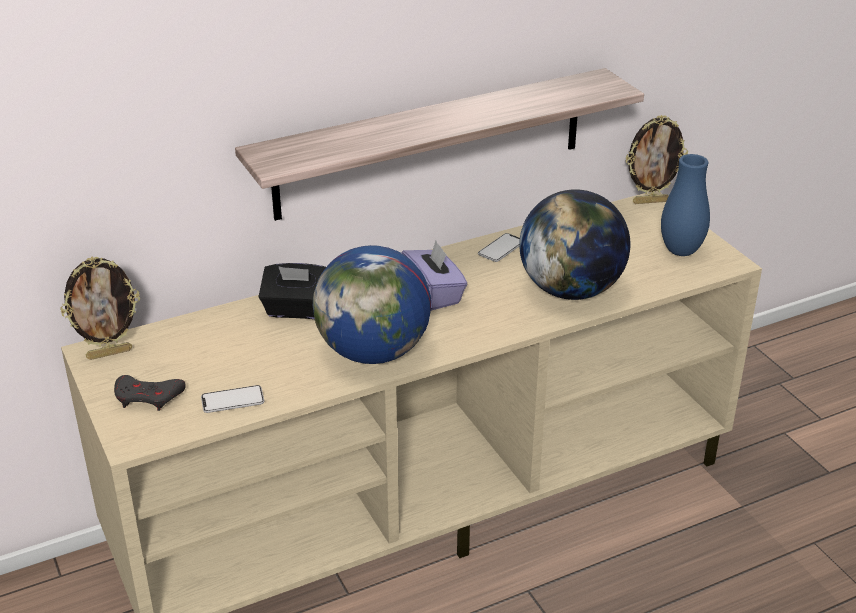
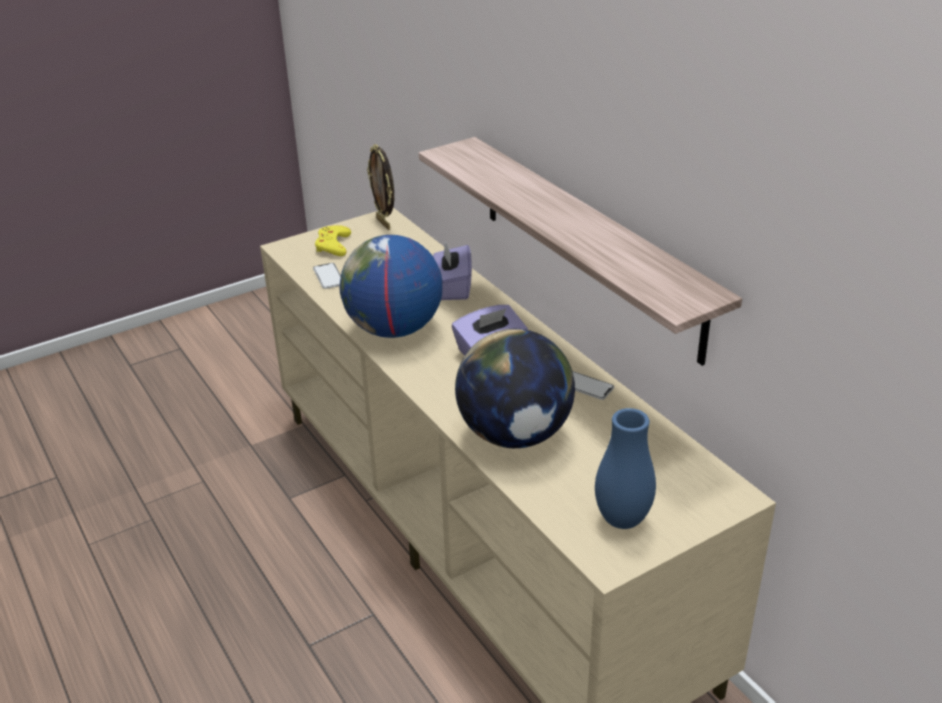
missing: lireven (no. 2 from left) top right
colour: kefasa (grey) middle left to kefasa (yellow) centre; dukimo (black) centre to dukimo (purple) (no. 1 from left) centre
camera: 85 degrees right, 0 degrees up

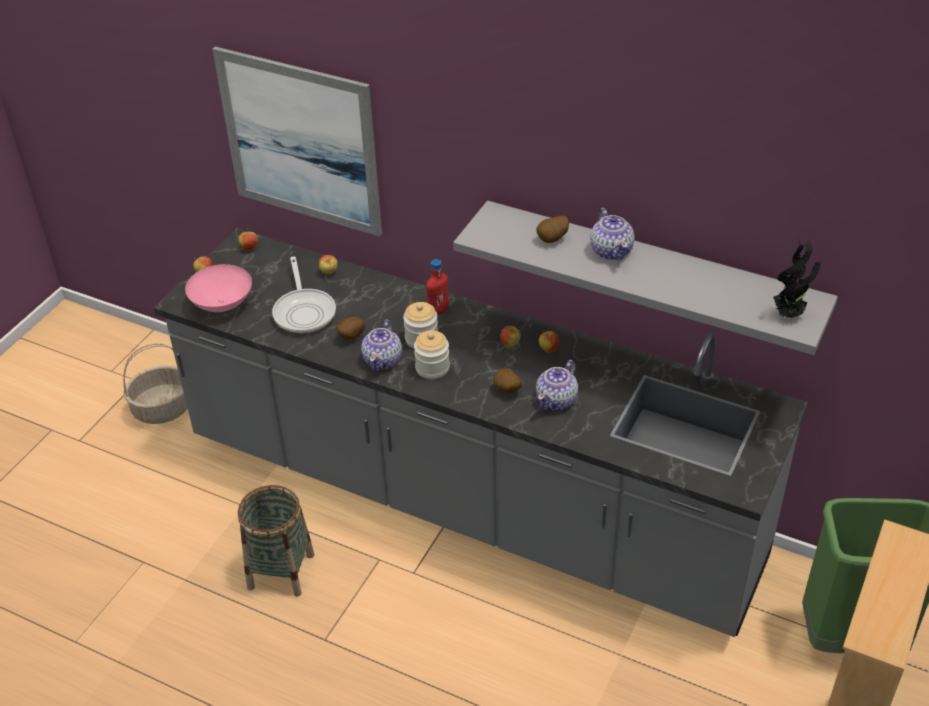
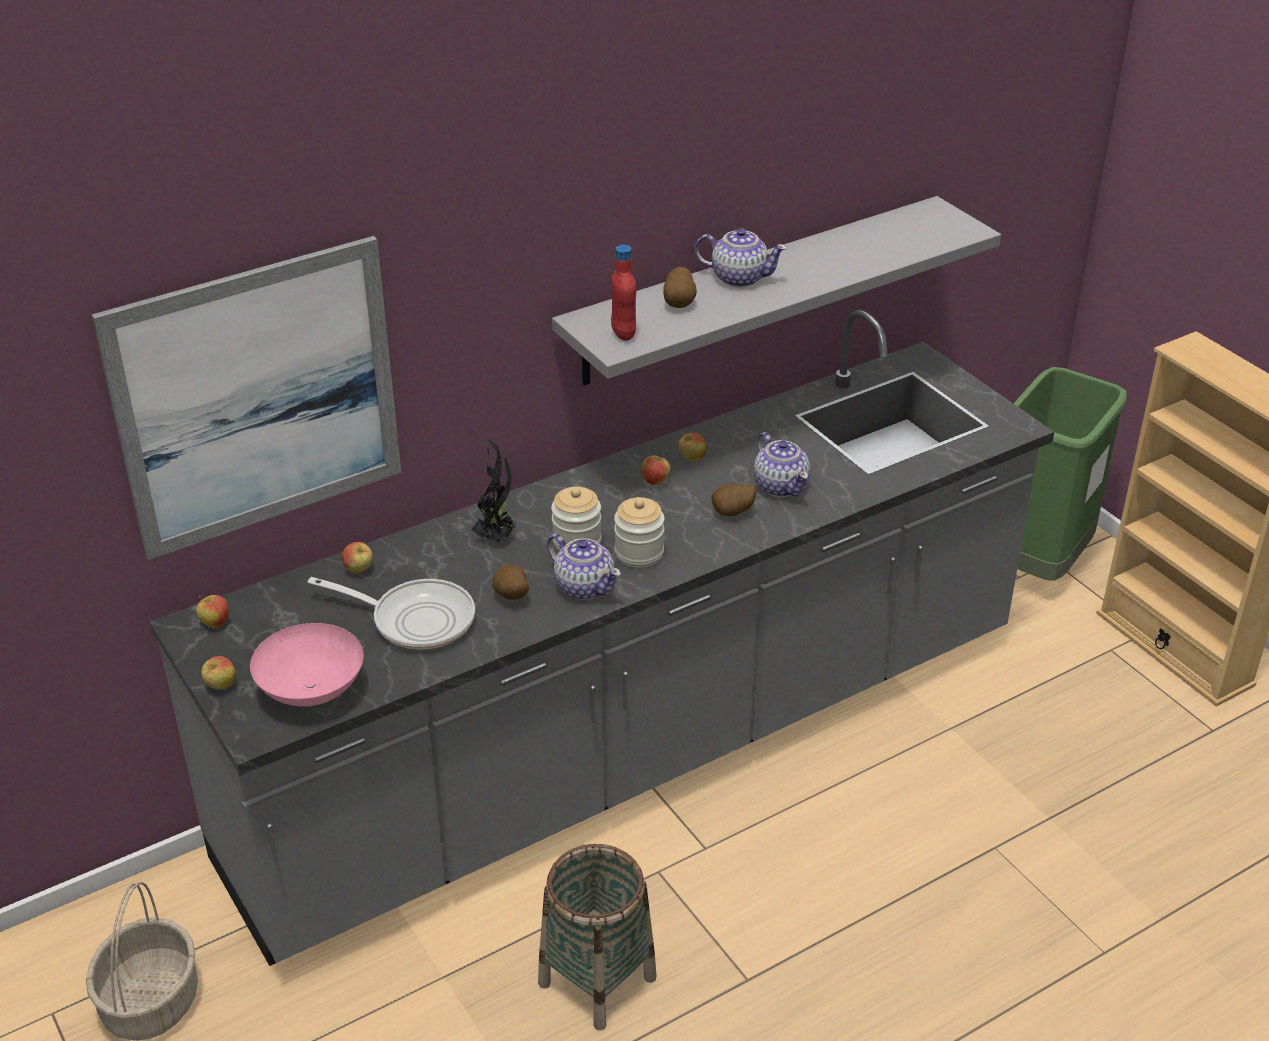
relocated: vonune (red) centre to top centre; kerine middle right to centre
camera: 60 degrees left, 5 degrees down

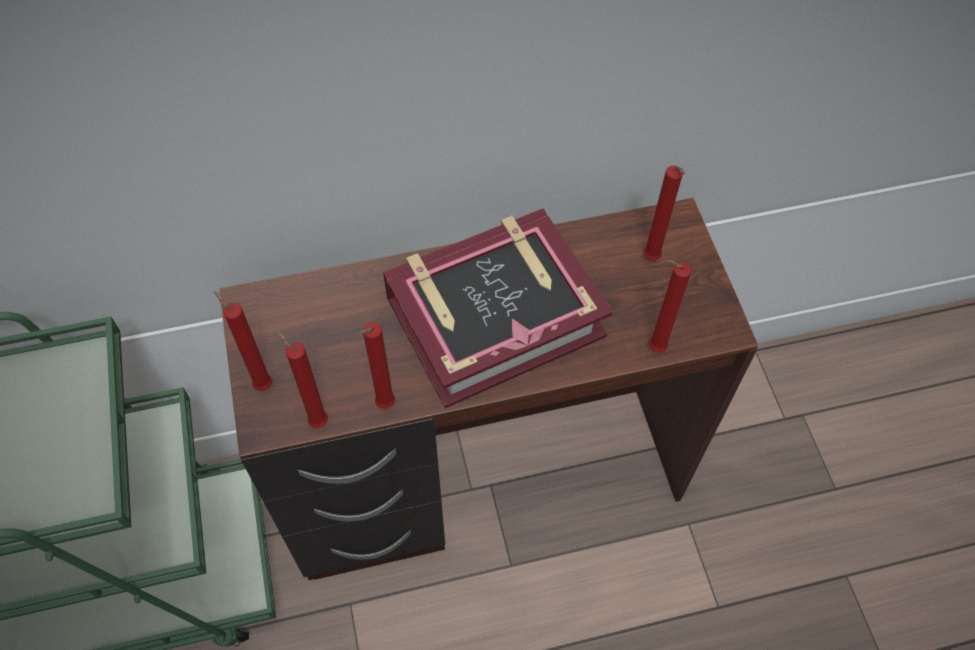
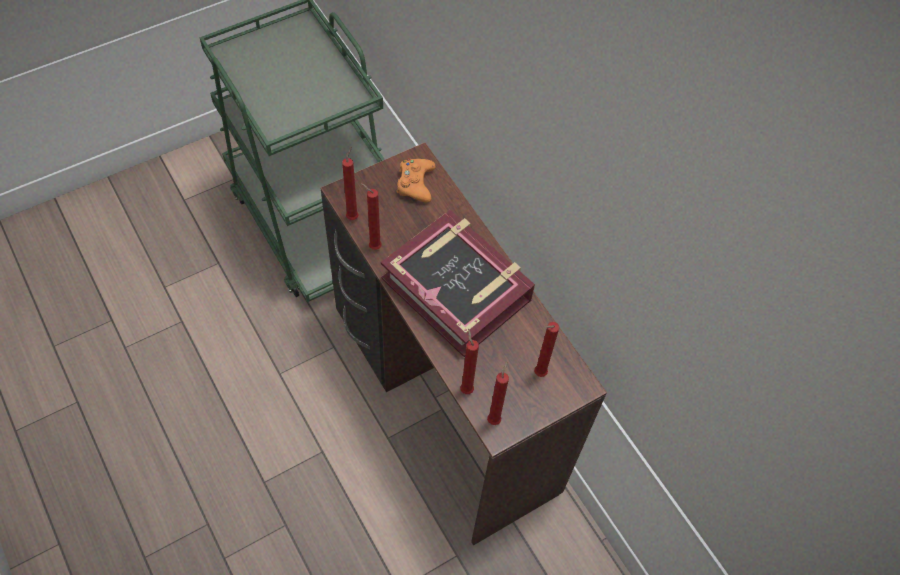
appeared: kefasa (orange) top centre
relocated: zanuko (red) (no. 1 from left in the first image) middle left to zanuko (red) (no. 4 from left) bottom centre
camera: 70 degrees right, 0 degrees up

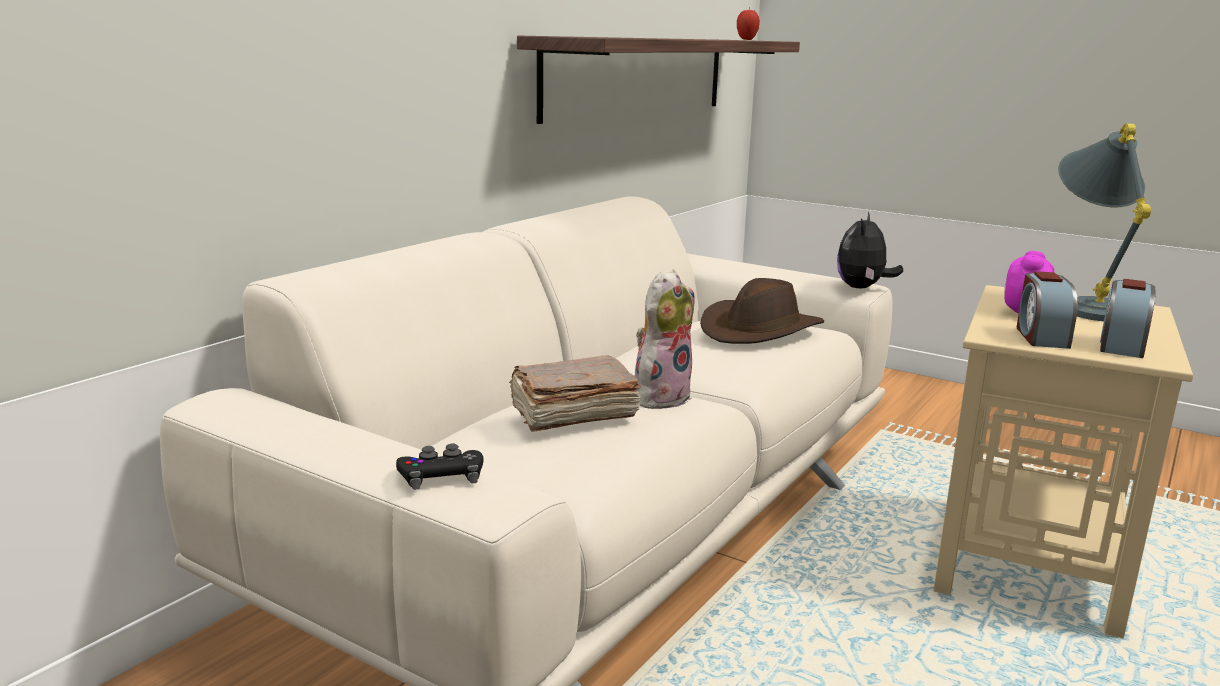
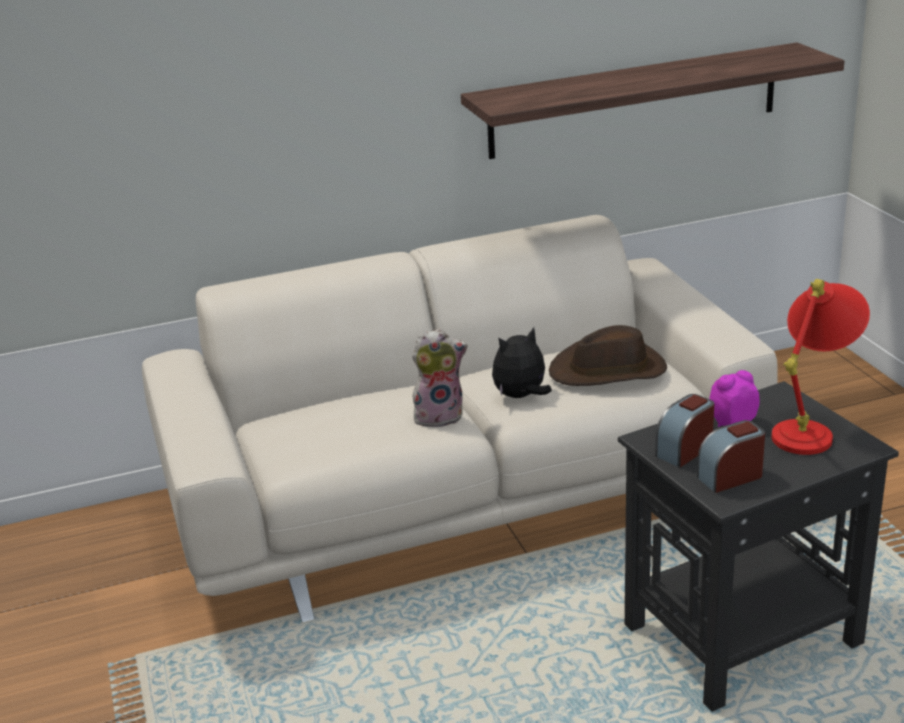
missing: kefasa (black) bottom centre; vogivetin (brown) centre; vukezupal top centre
relocated: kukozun (no. 2 from left) middle right to centre
colour: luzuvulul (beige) bottom right to luzuvulul (black) bottom right; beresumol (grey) top right to beresumol (red) middle right
camera: 40 degrees right, 10 degrees up

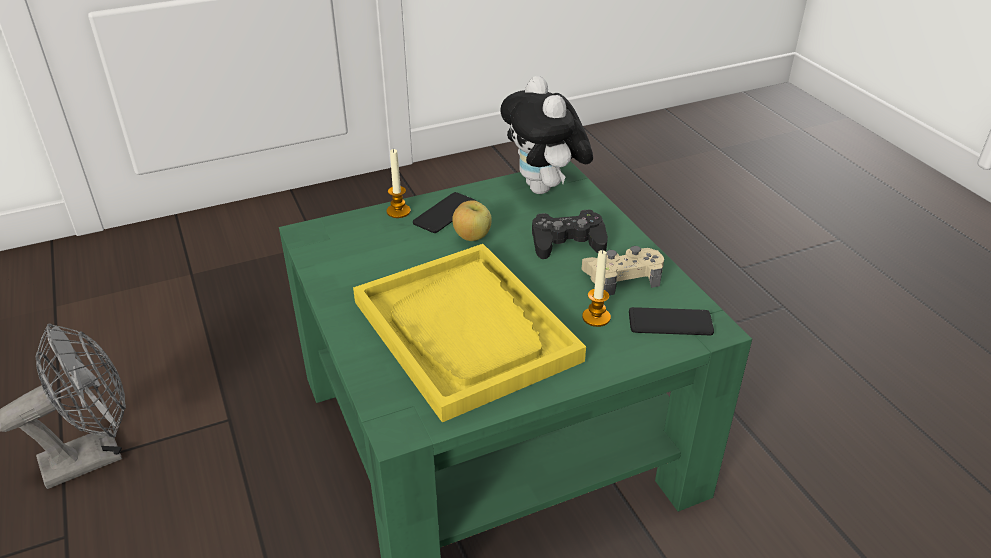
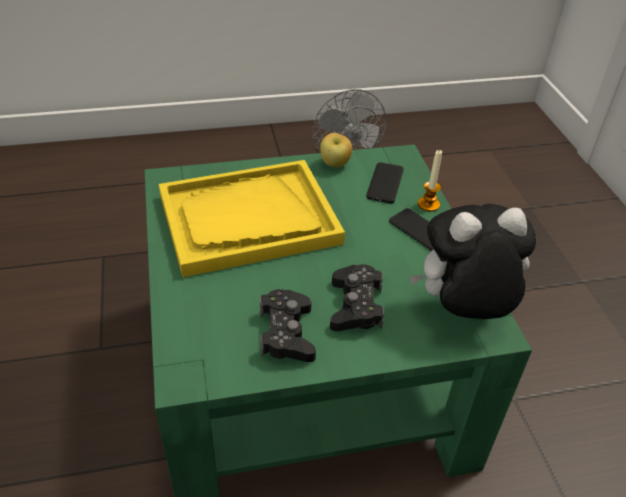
missing: zanuko (no. 2 from left) centre
relocated: vukezupal centre to top centre; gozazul (no. 2 from left in the first image) middle right to gozazul (no. 1 from left) centre
colour: kefasa (beige) centre to kefasa (black) (no. 1 from left) centre
camera: 100 degrees right, 5 degrees up

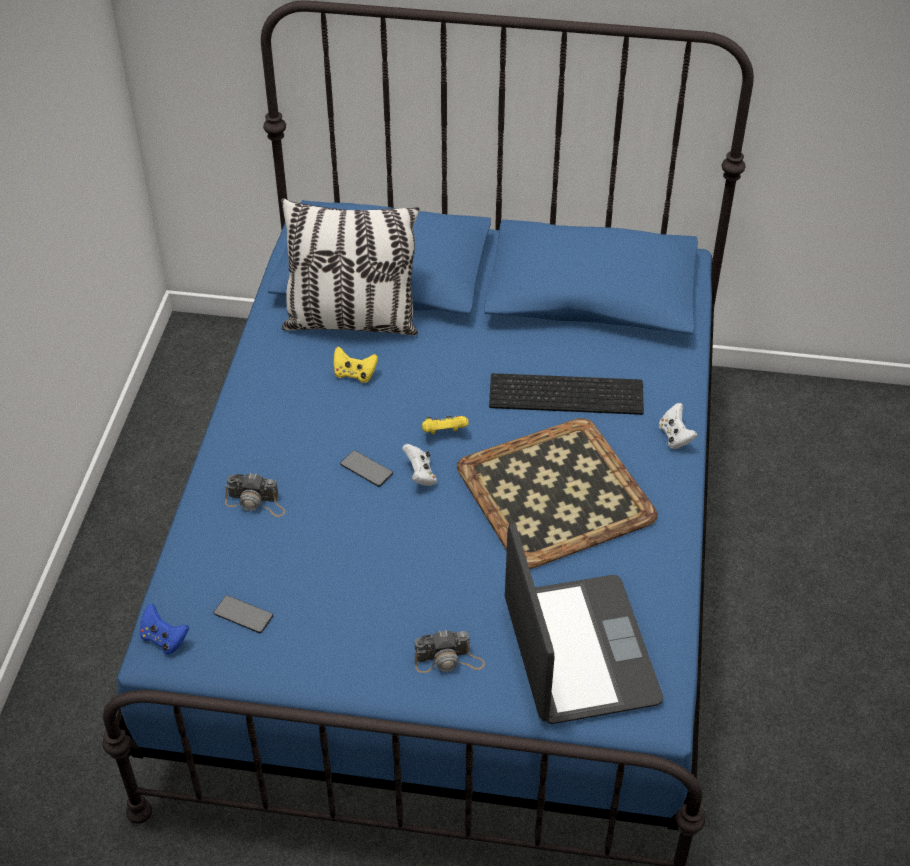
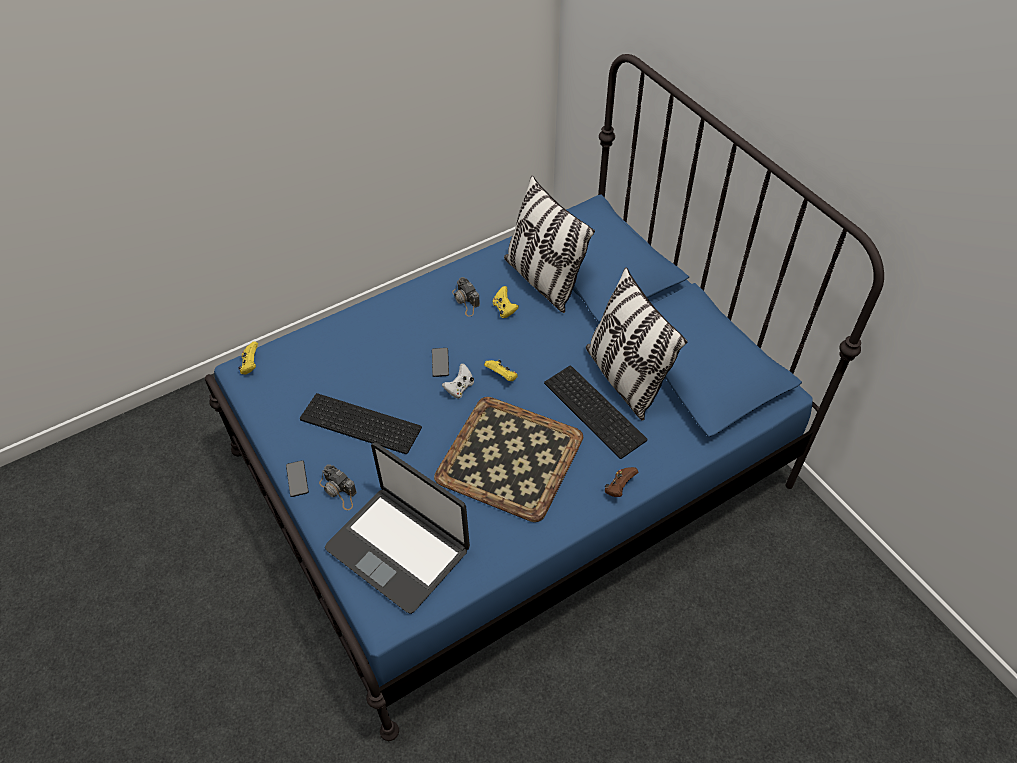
appeared: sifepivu (no. 1 from left) centre; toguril (no. 2 from left) centre
relocated: gozazul (no. 1 from left) bottom left to middle left; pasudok (no. 1 from left in the first image) middle left to pasudok (no. 2 from left) centre
colour: kefasa (blue) bottom left to kefasa (yellow) (no. 1 from left) middle left; kefasa (white) (no. 2 from left) middle right to kefasa (brown) centre
spun: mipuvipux bottom centre = bottom centre 90 degrees clockwise
camera: 50 degrees right, 5 degrees up

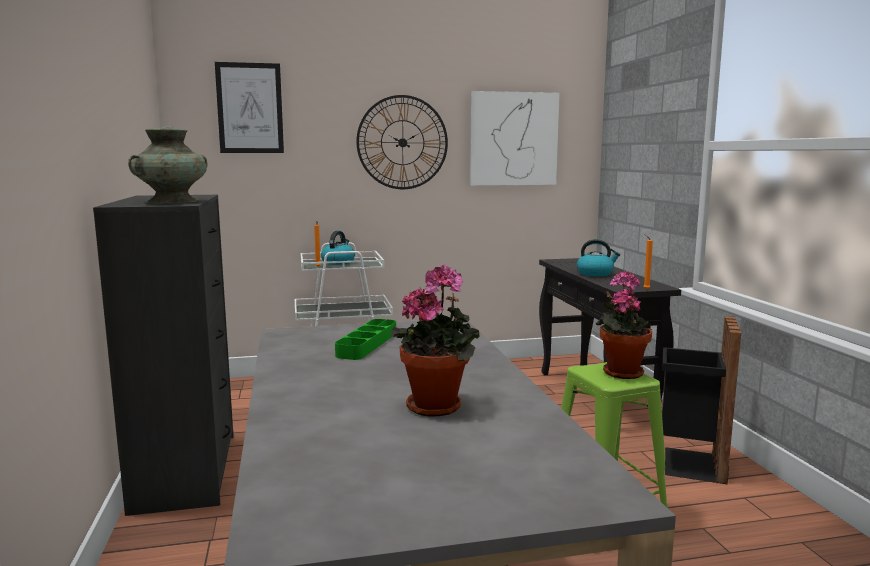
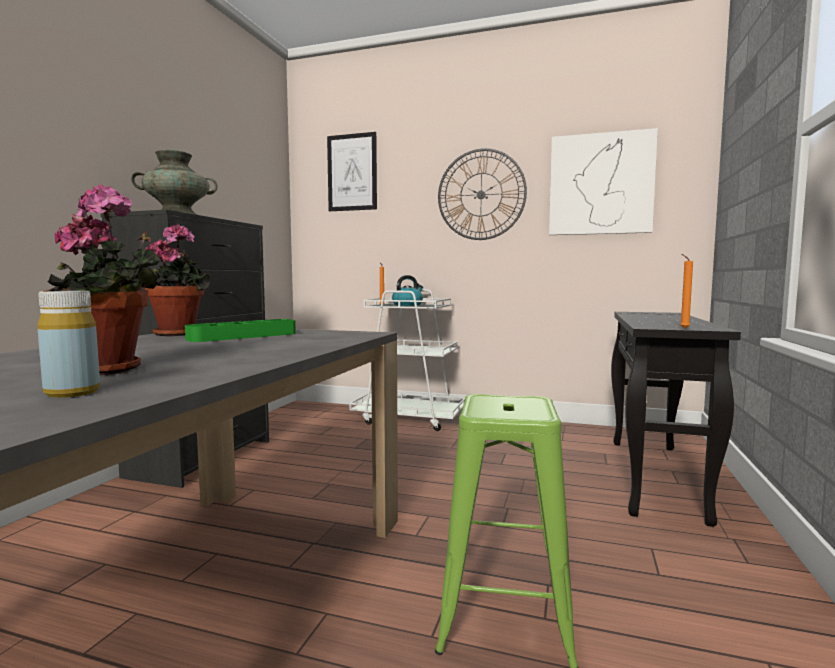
missing: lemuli (no. 2 from left) middle right; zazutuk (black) bottom right
appeared: vonune (yellow) middle left
relocated: kerine (no. 2 from left) middle right to middle left
camera: 30 degrees right, 5 degrees down

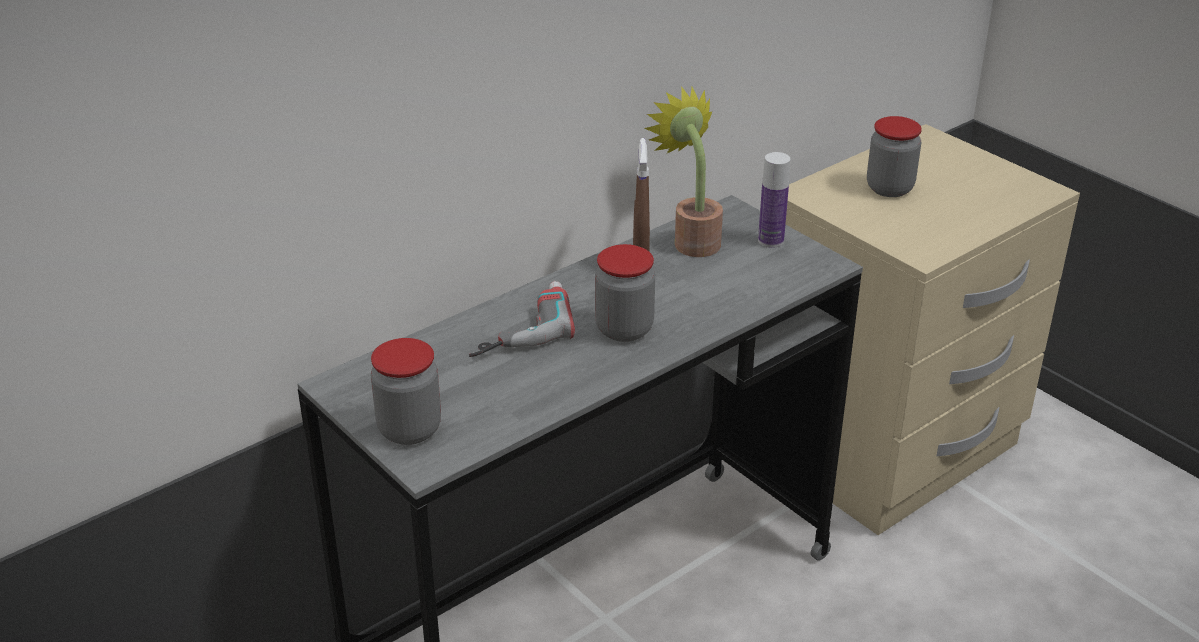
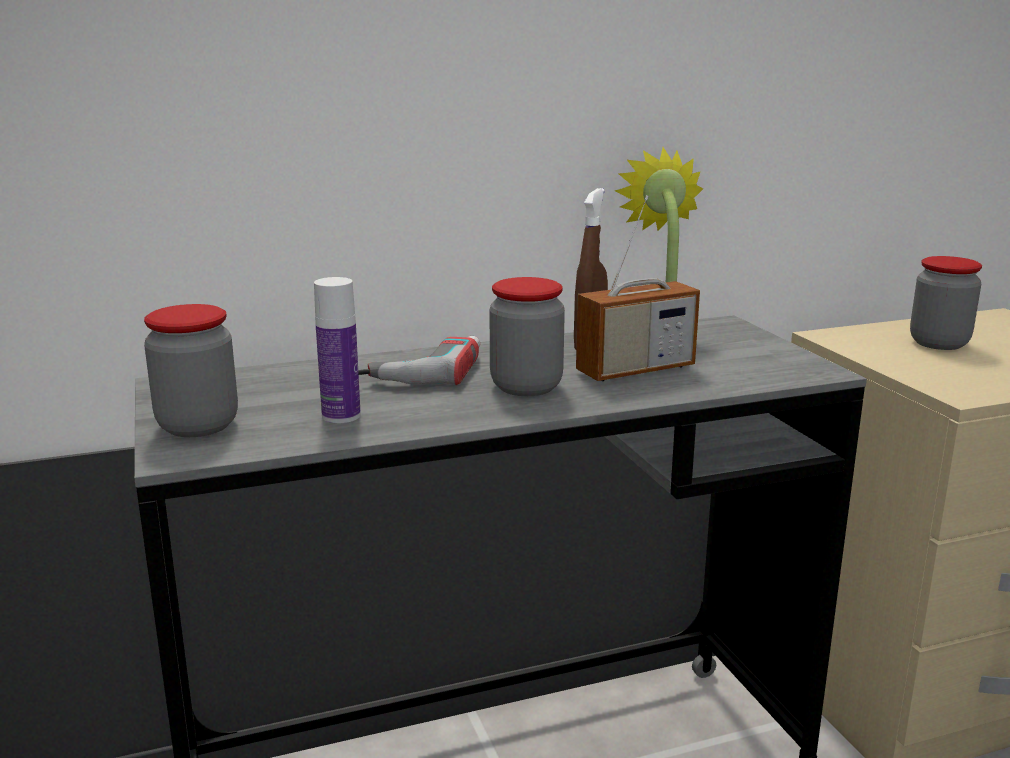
appeared: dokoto centre
relocated: vonune top centre to centre
camera: 20 degrees right, 15 degrees down

